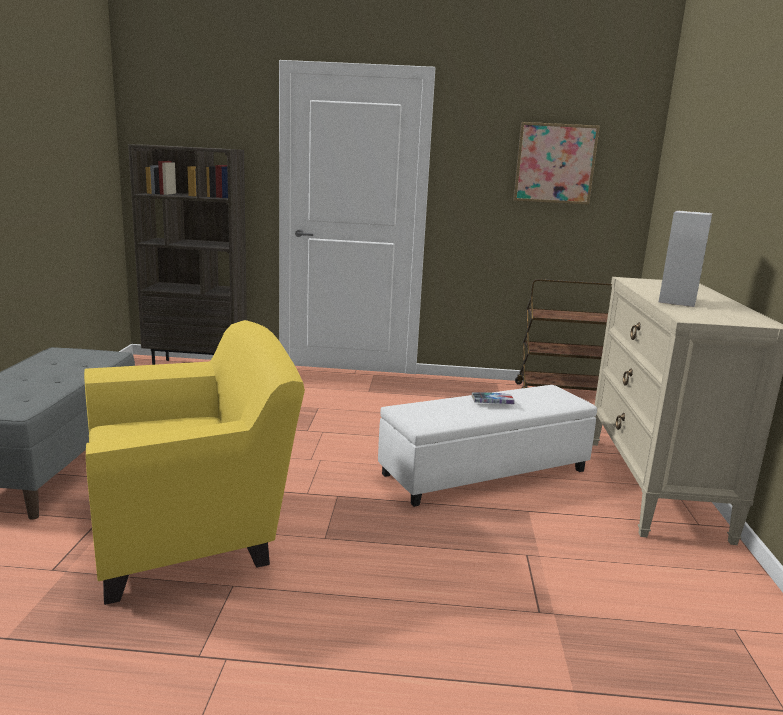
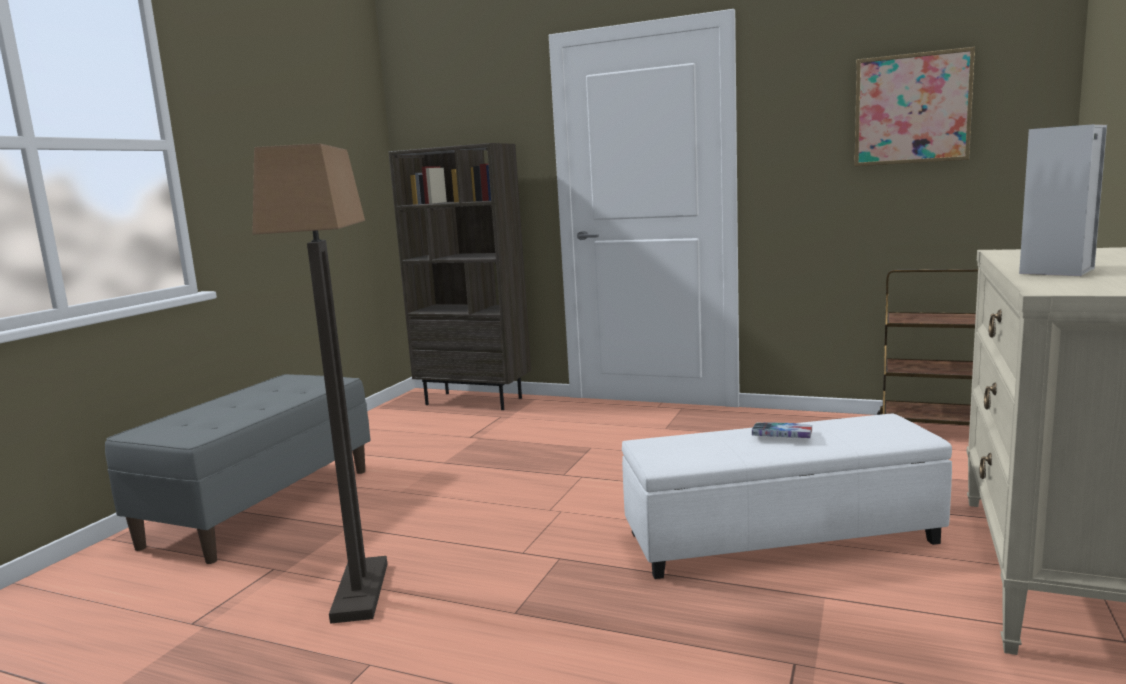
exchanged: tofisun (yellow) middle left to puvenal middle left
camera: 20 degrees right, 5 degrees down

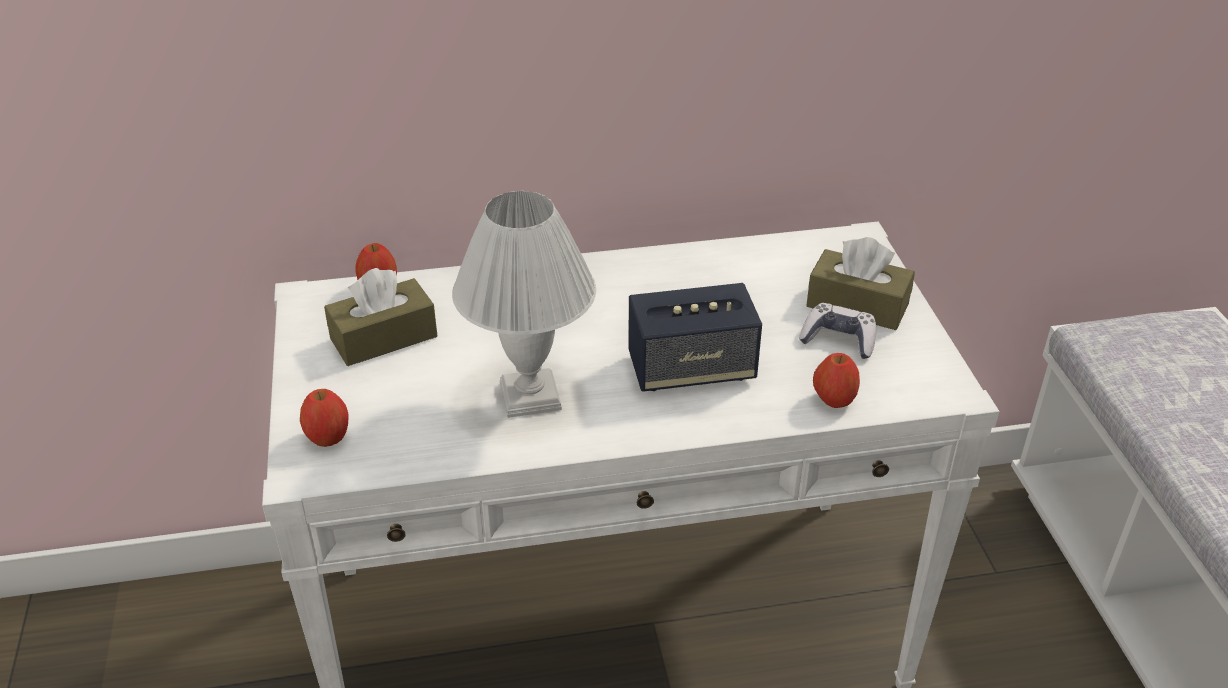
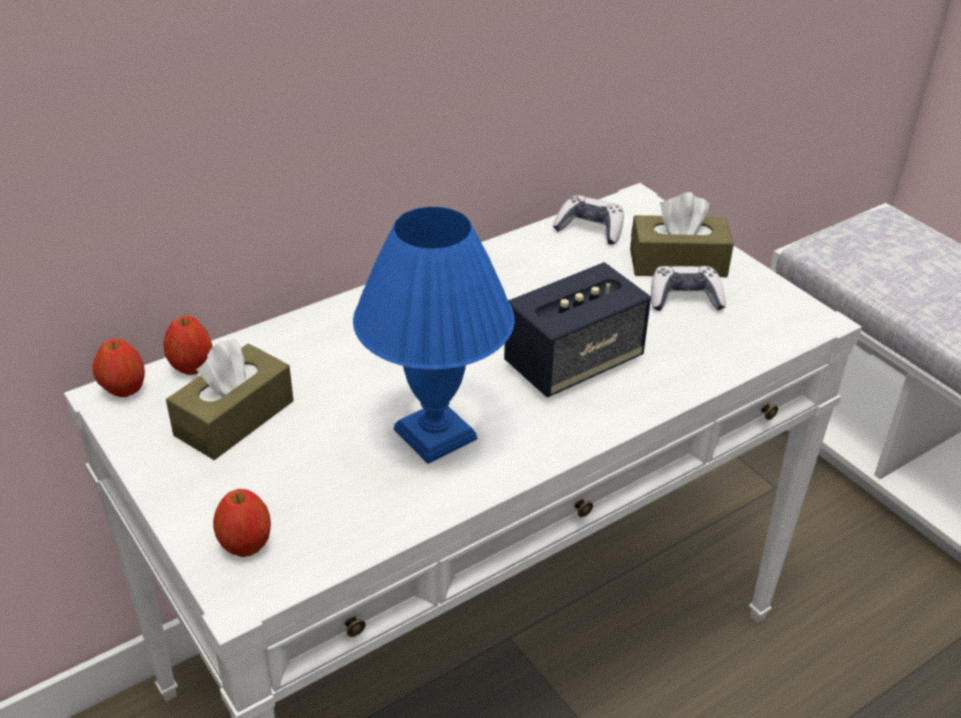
appeared: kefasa (no. 1 from left) top centre
relocated: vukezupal (no. 3 from left in the first image) middle right to vukezupal (no. 1 from left) middle left
colour: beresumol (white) centre to beresumol (blue) centre
camera: 25 degrees left, 0 degrees up

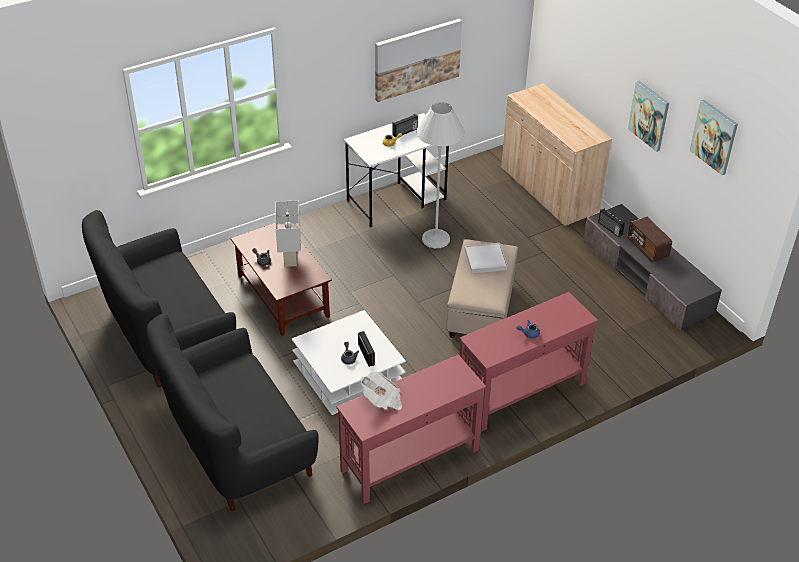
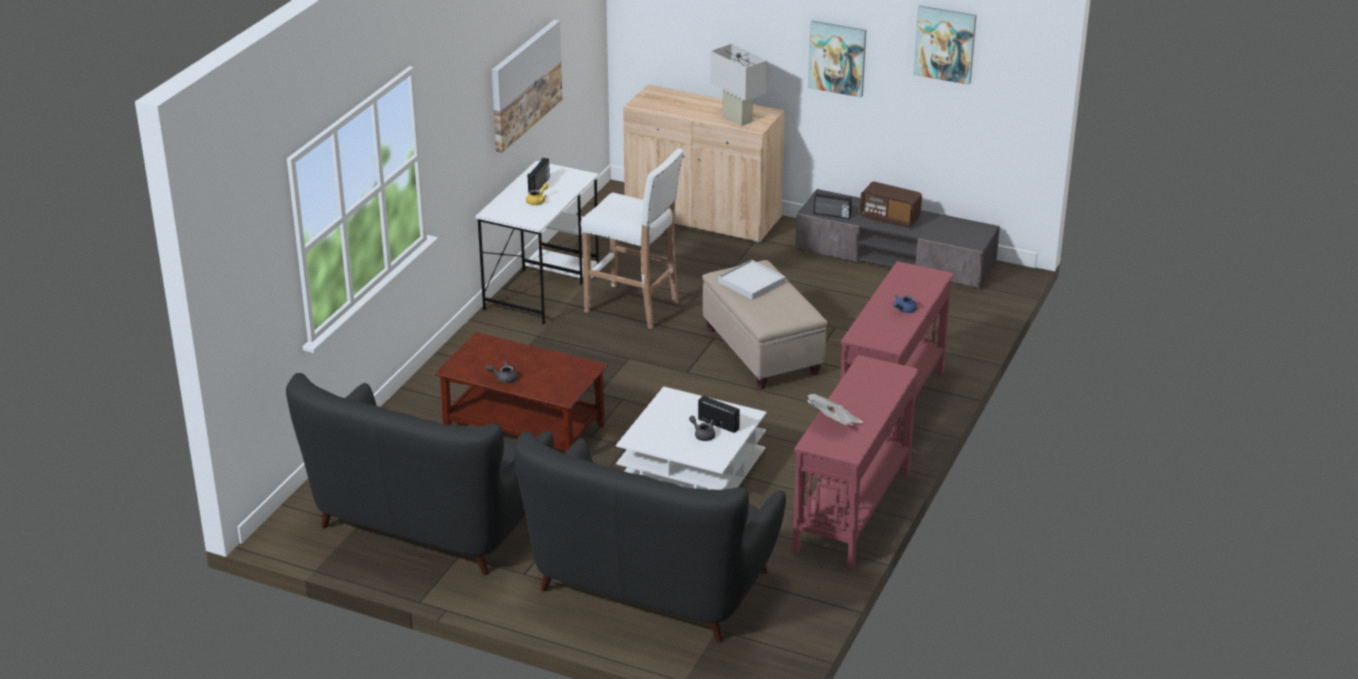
relocated: beresumol (white) centre to top centre
exchanged: puvenal (white) top centre to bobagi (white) centre
camera: 35 degrees left, 10 degrees down

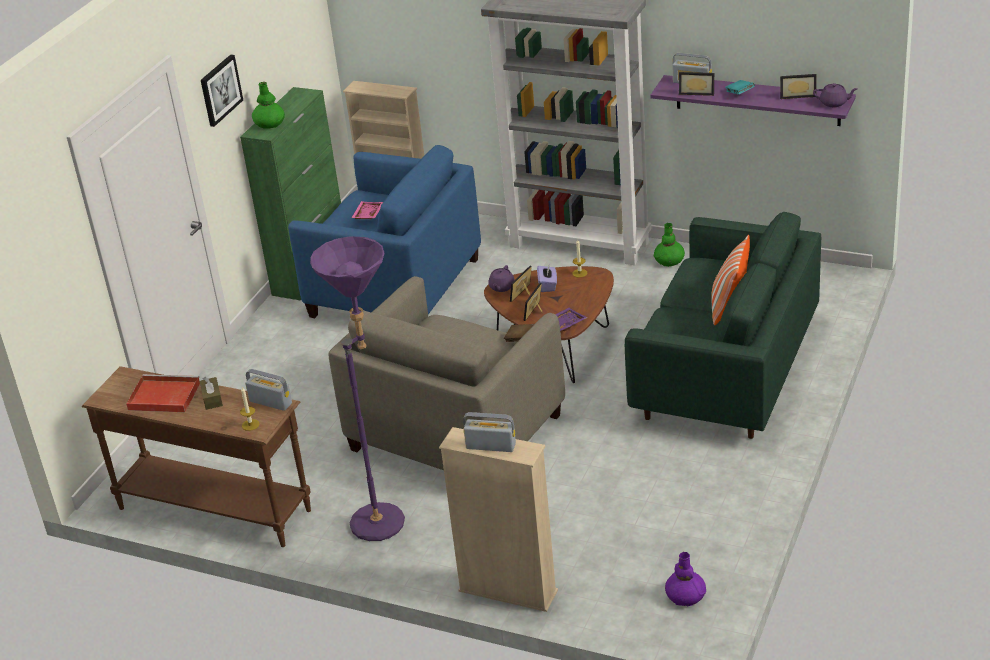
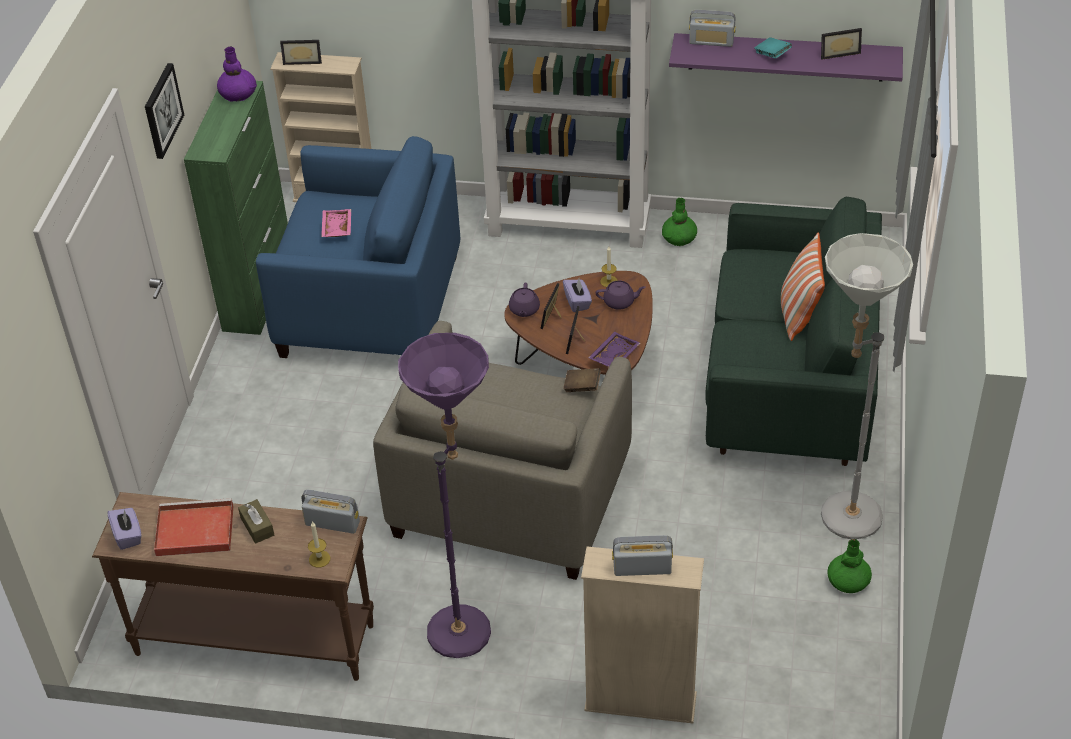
appeared: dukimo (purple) (no. 1 from left) bottom left; puvenal (grey) middle right
relocated: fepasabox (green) (no. 1 from left in the first image) top left to fepasabox (green) (no. 2 from left) bottom right; fepasabox (purple) bottom right to top left; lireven (no. 3 from left in the first image) top right to lireven (no. 1 from left) top left; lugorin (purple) (no. 2 from left) top right to centre
camera: 15 degrees left, 10 degrees up

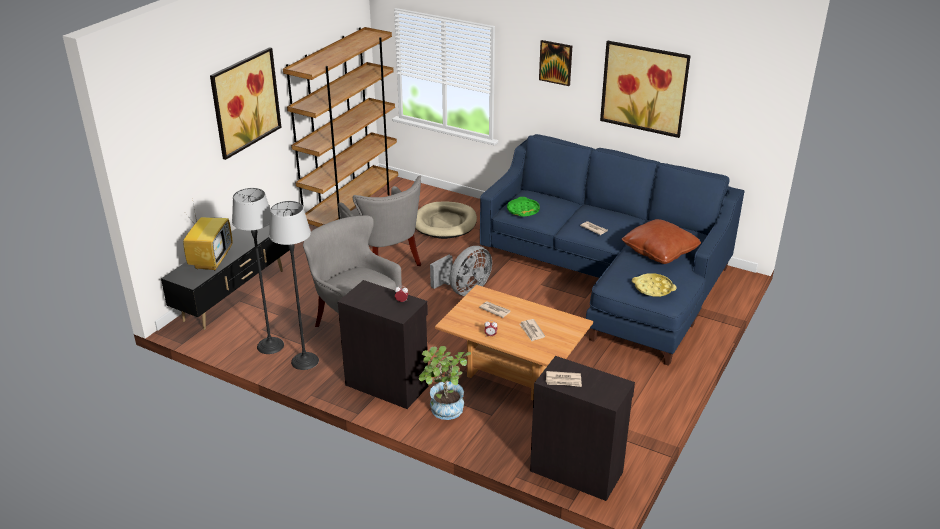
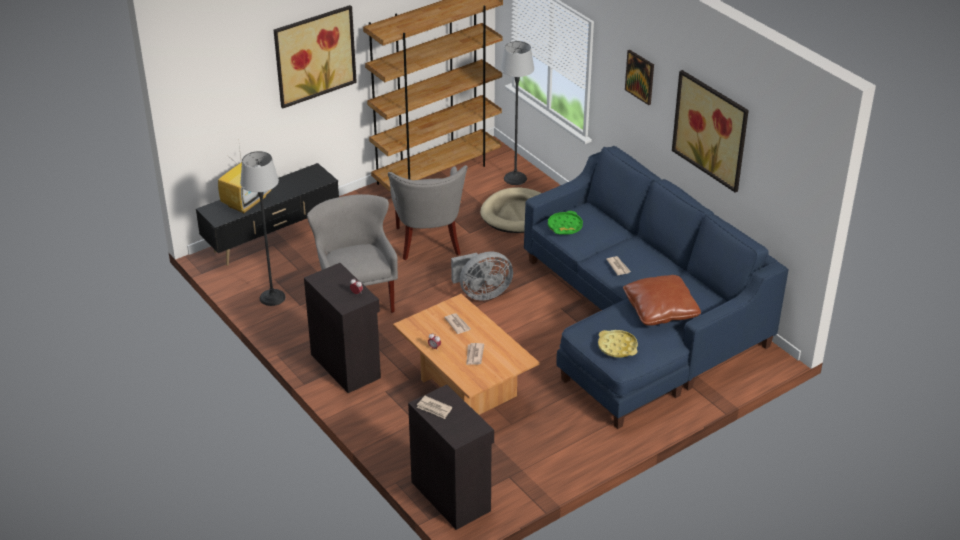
missing: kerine bottom centre
relocated: puvenal (no. 2 from left) middle left to top centre
camera: 25 degrees right, 5 degrees up

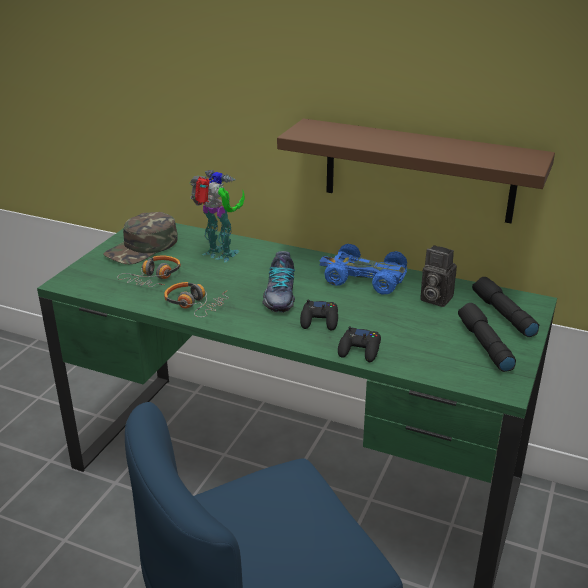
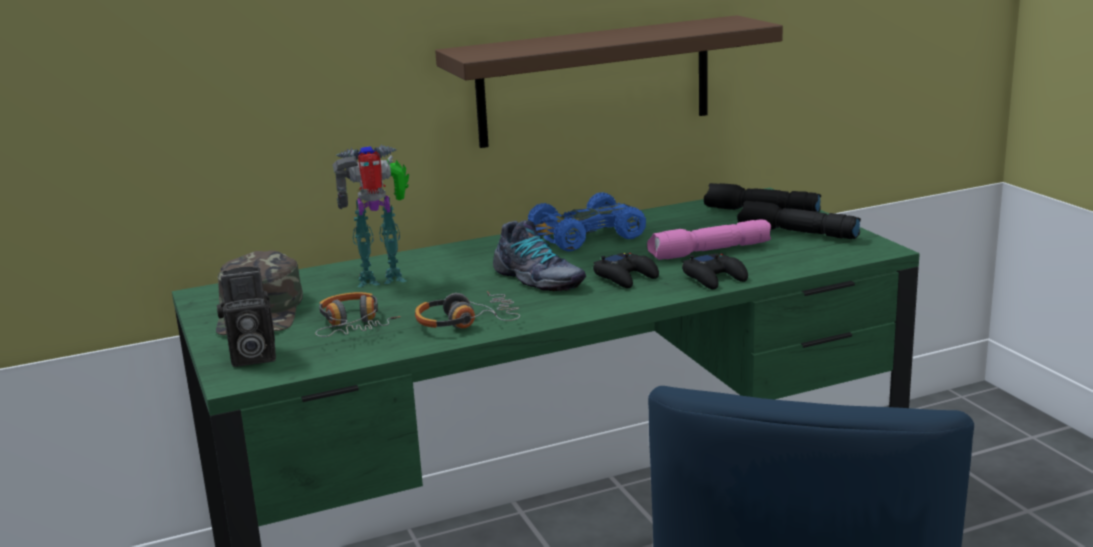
appeared: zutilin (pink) centre
relocated: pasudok middle right to middle left
camera: 45 degrees left, 10 degrees down

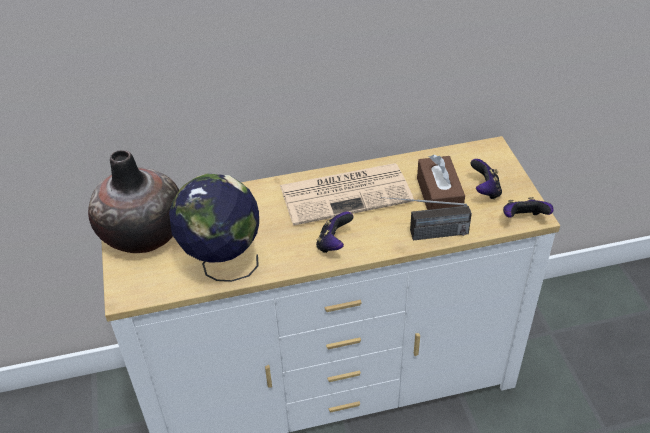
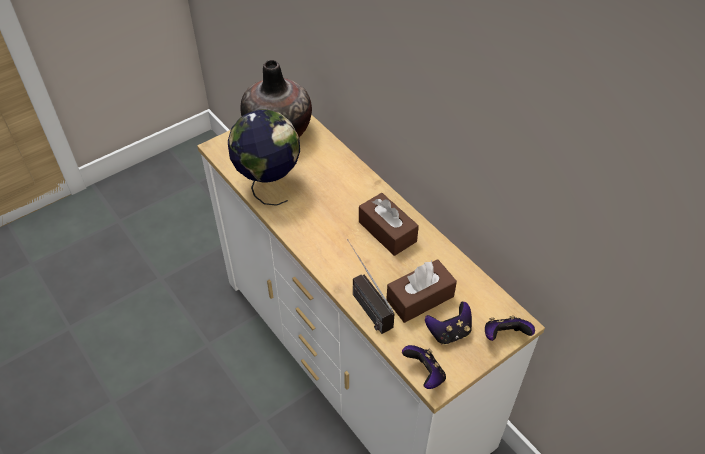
relocated: kefasa (no. 1 from left in the first image) centre to kefasa (no. 3 from left) bottom right
exchanged: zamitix centre to dukimo (brown) (no. 1 from left) centre
camera: 65 degrees right, 5 degrees up

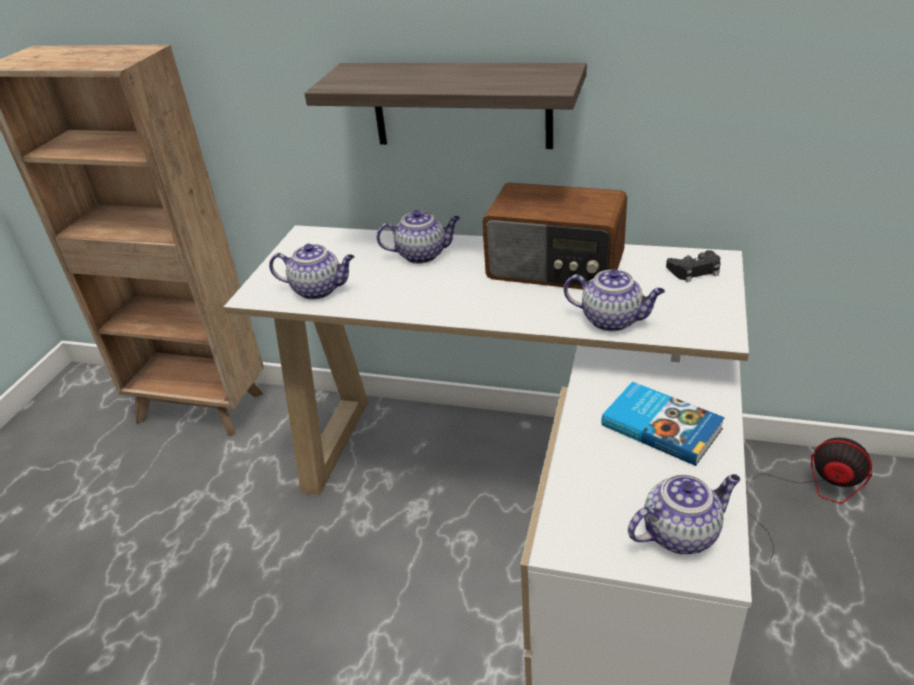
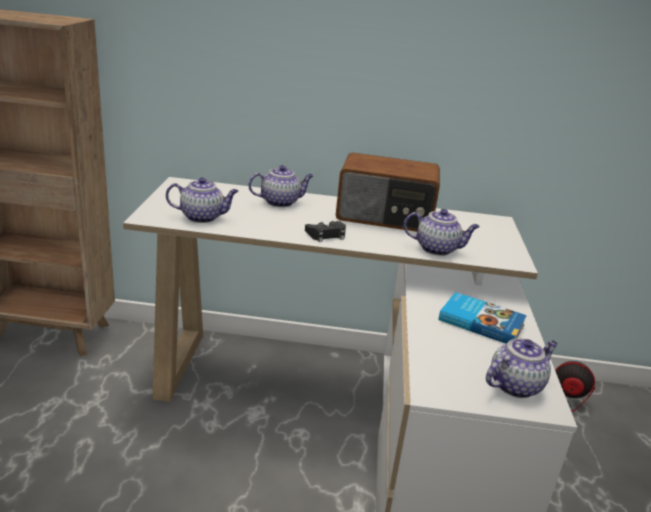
missing: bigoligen top centre
relocated: kefasa (black) middle right to centre
camera: 15 degrees left, 10 degrees down

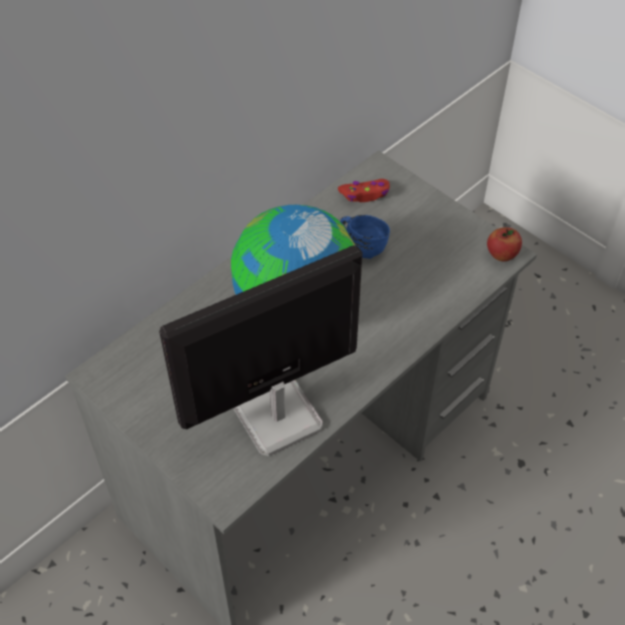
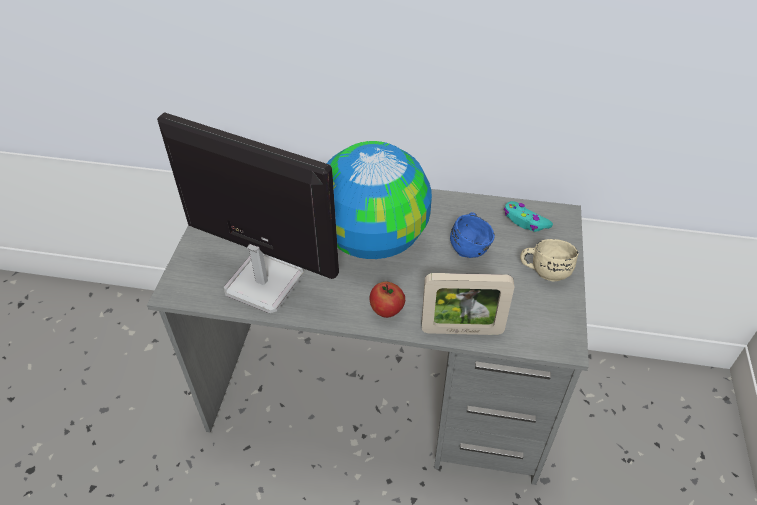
appeared: lireven centre; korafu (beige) middle right
relocated: vukezupal middle right to centre
colour: kefasa (red) top centre to kefasa (turquoise) middle right
camera: 55 degrees right, 5 degrees down

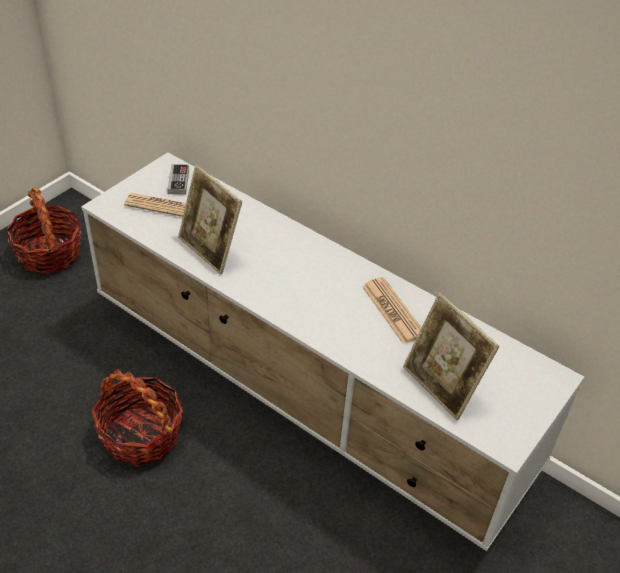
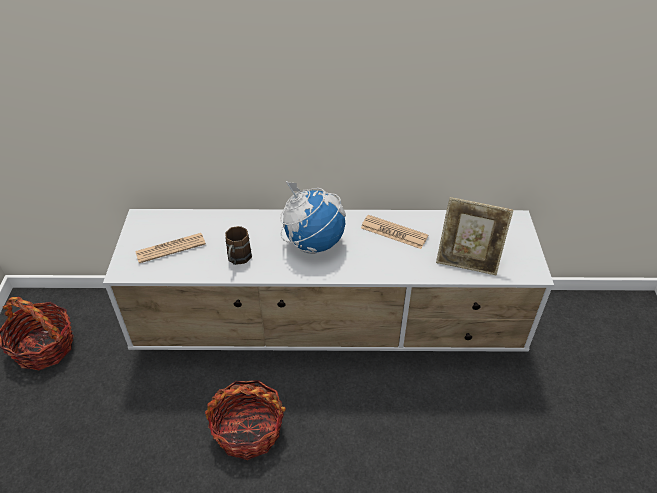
missing: kefasa top left
appeared: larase centre
exchanged: lireven (no. 1 from left) centre to korafu (brown) centre
camera: 35 degrees left, 0 degrees up

